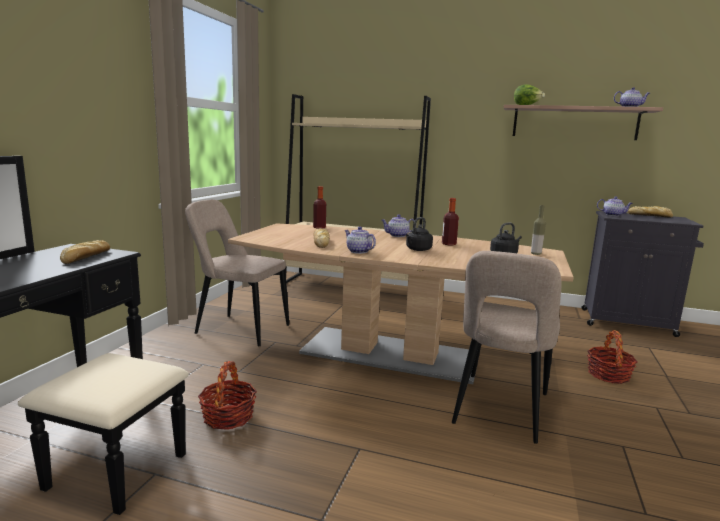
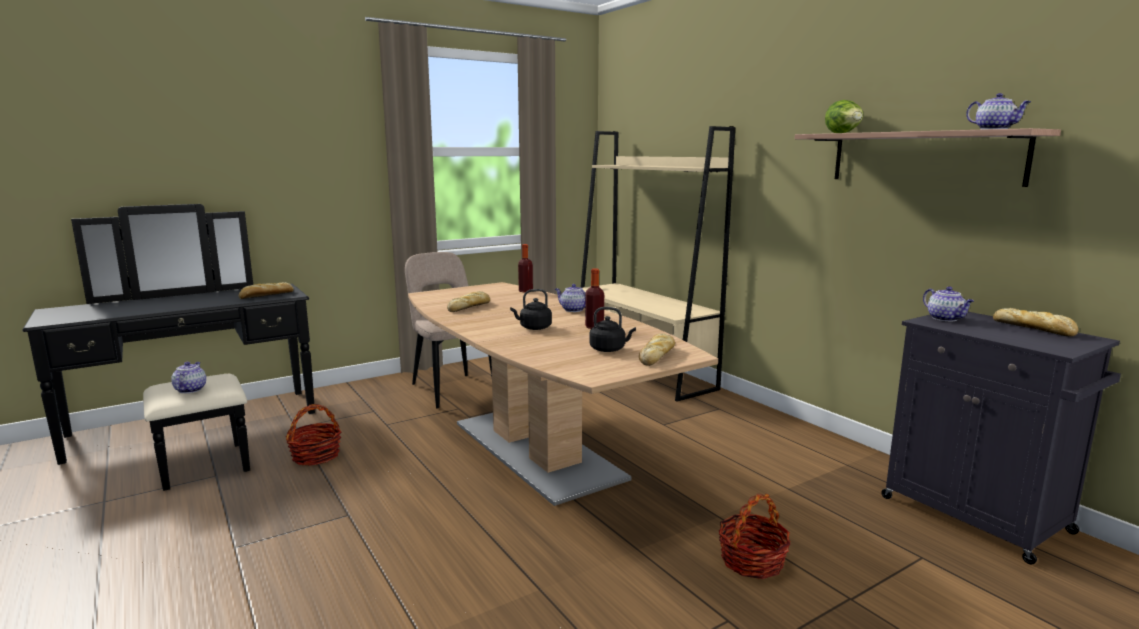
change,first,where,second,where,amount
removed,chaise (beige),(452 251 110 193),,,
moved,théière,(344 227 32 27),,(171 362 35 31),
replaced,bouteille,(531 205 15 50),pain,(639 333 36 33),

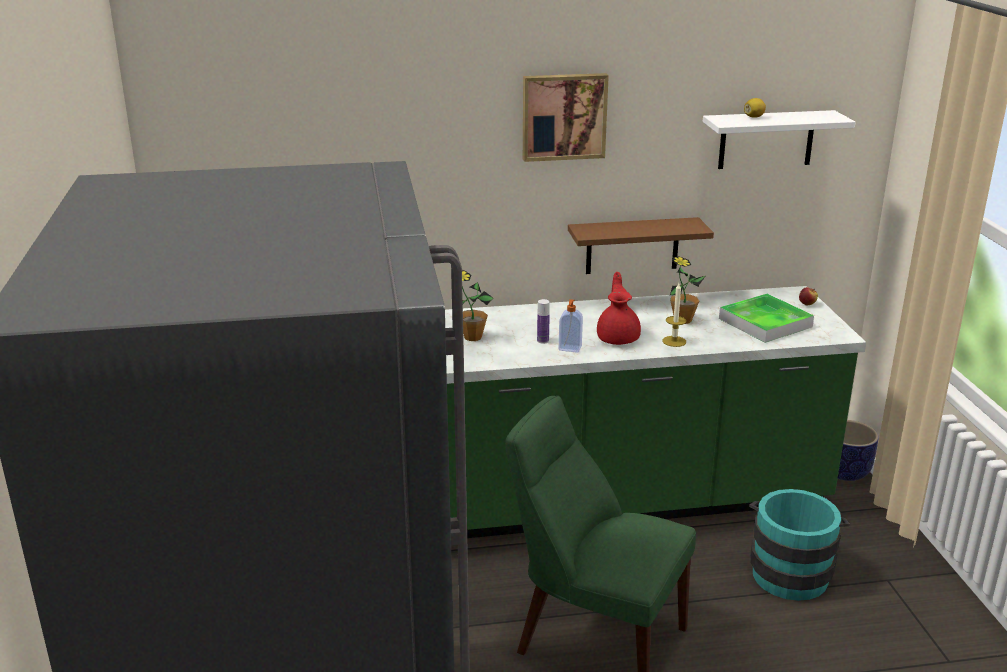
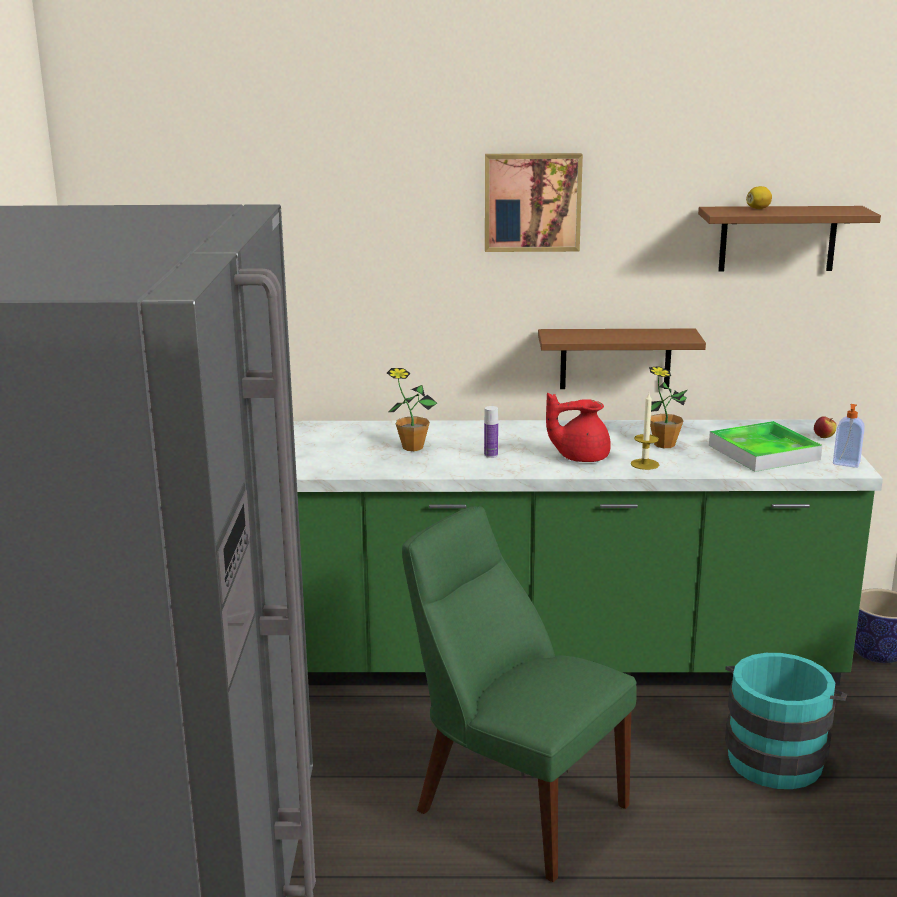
change,first,where,second,where,amount
moved,distributeur de savon,(559 299 24 54),,(833 404 32 64),
recoloured,étagère (blanc),(703 110 152 59),étagère (marron),(698 206 183 65),
turned,théière (rouge),(597 272 44 73),,(546 393 65 69),105 degrees counterclockwise

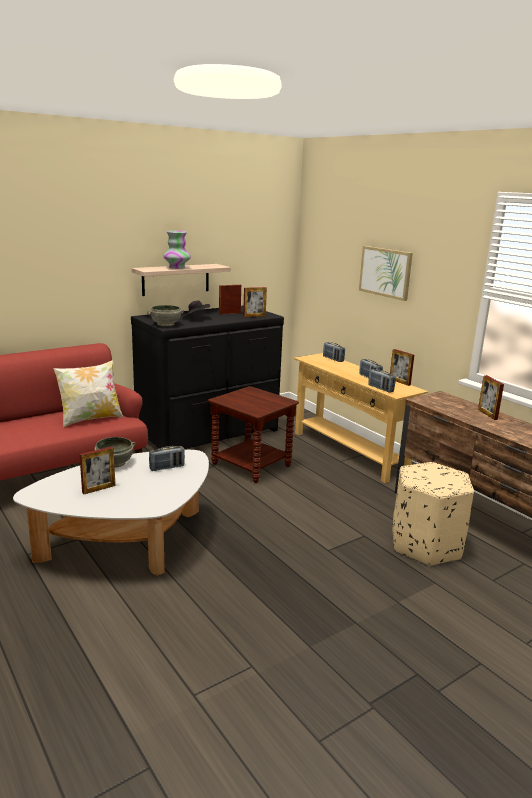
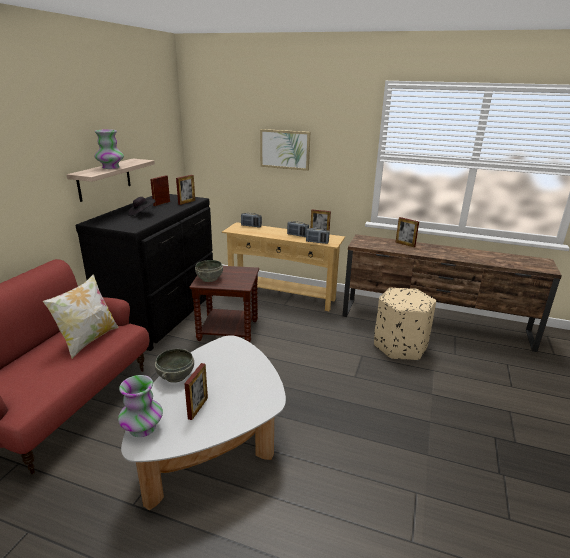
change,first,where,second,where,amount
removed,radio,(149 446 36 25),,,
added,,,vase,(118 375 45 62),
moved,bol (gris),(147 305 37 22),,(195 260 28 22),

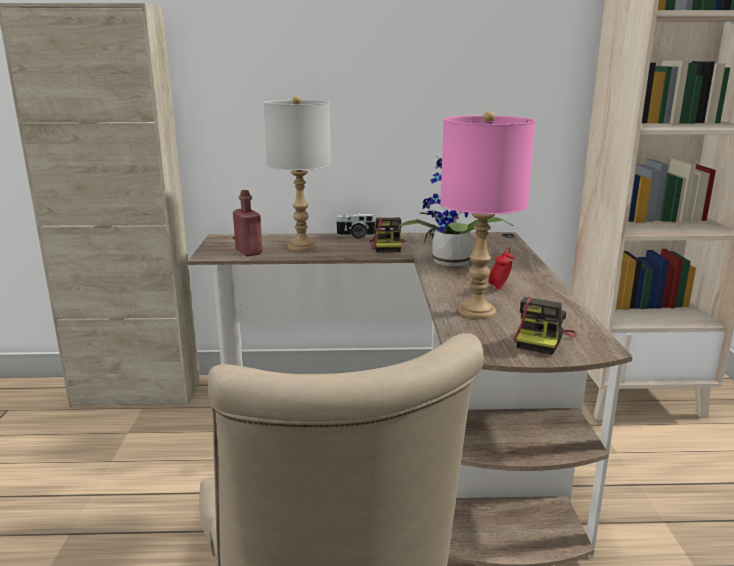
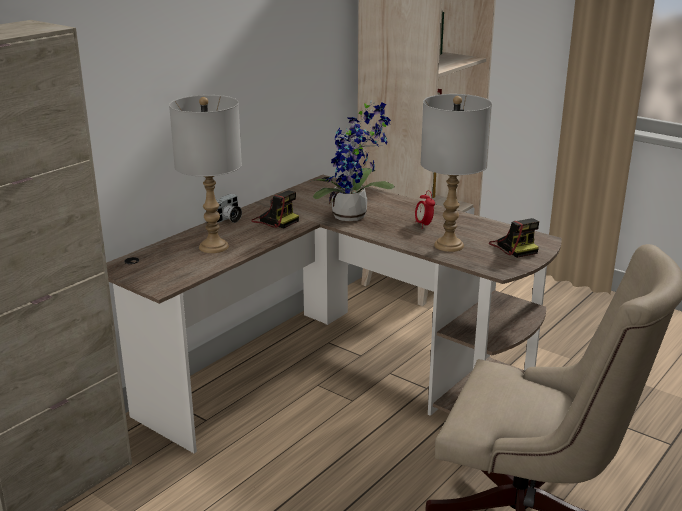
change,first,where,second,where,amount
removed,bouteille (rouge),(233 190 29 67),,,
recoloured,lampe de table (rose),(440 111 96 208),lampe de table (gris),(421 94 71 158),

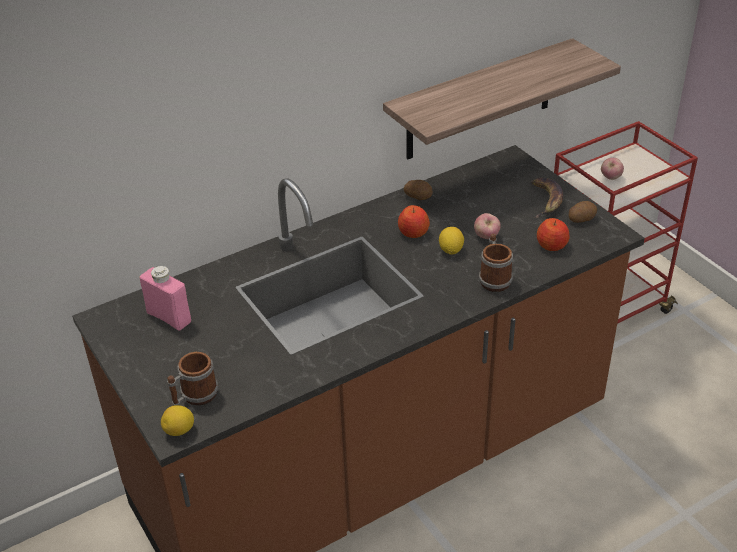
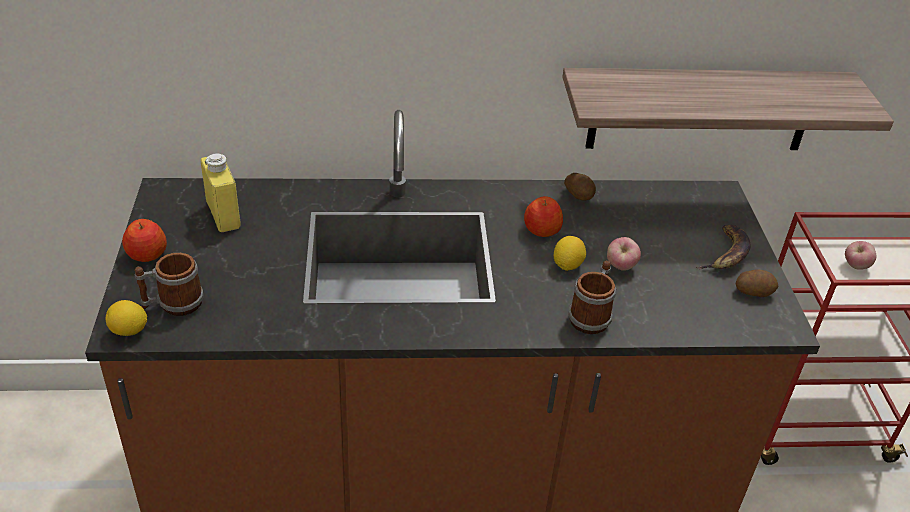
change,first,where,second,where,amount
moved,pomme,(537 218 33 33),,(122 219 45 43),
recoloured,bouteille (rose),(139 266 52 65),bouteille (jaune),(201 153 40 79),

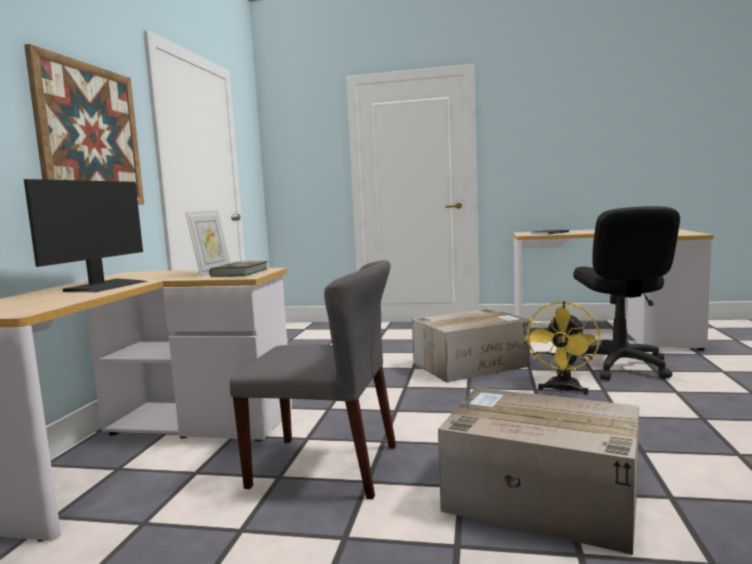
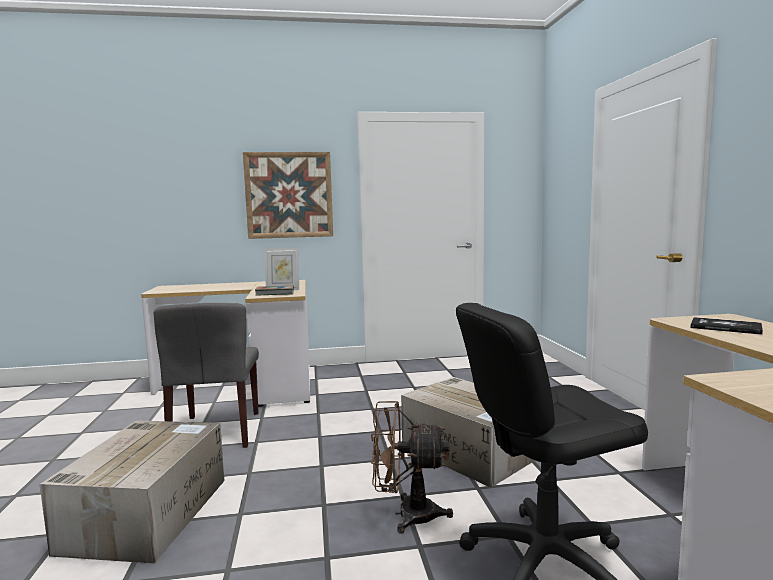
change,first,where,second,where,amount
removed,écran d'ordinateur,(24 179 123 113),,,
recoloured,ventilateur (jaune),(525 301 75 94),ventilateur (marron),(371 401 82 132),

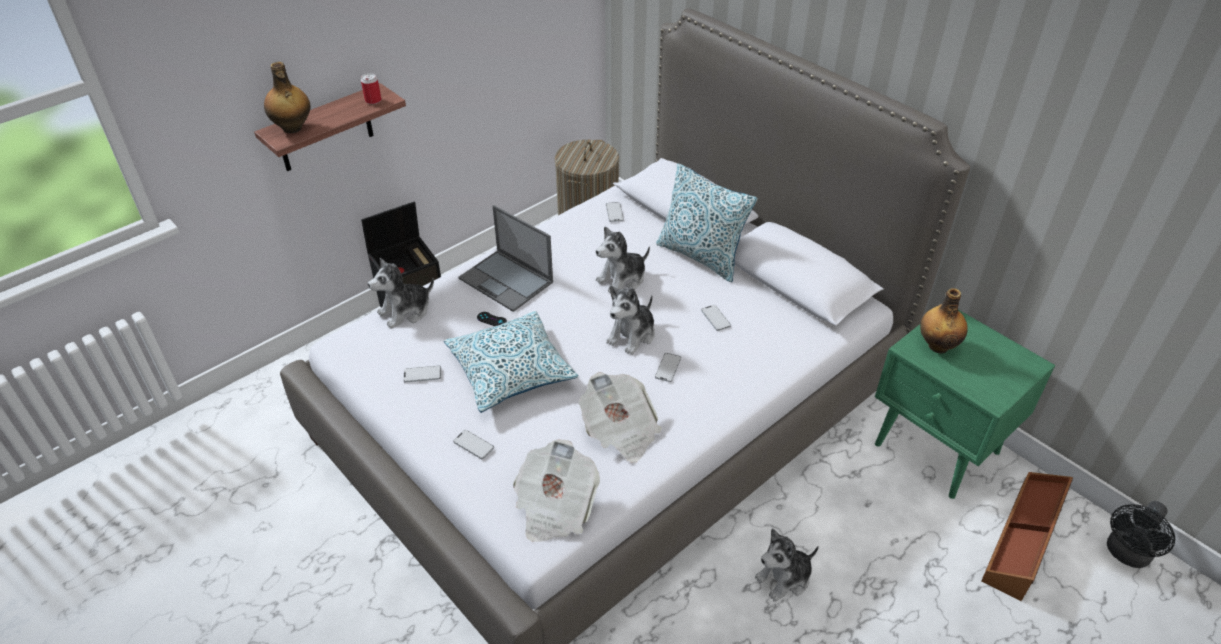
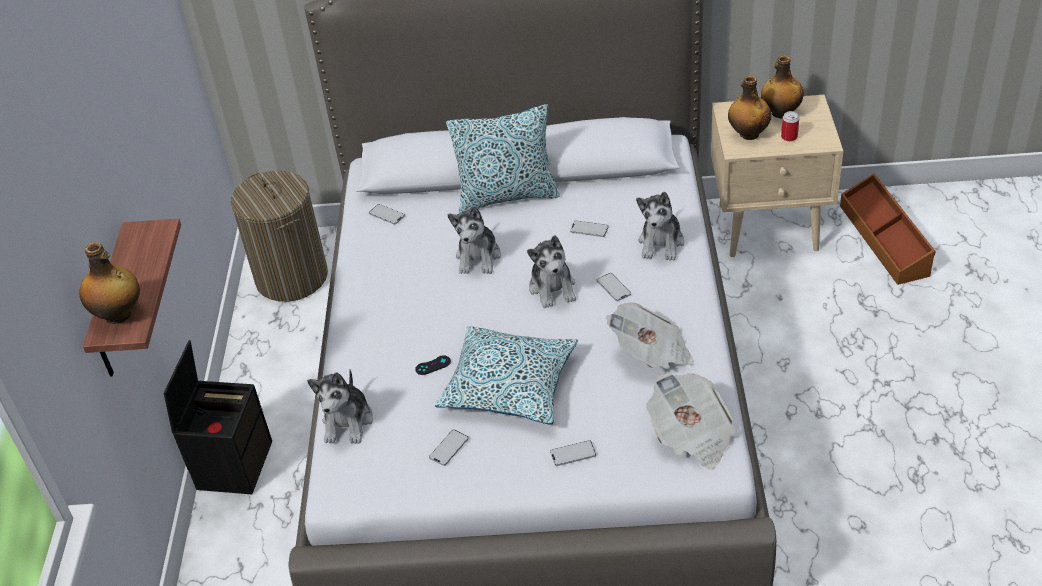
change,first,where,second,where,amount
removed,ordinateur portable,(458 205 95 107),,,
removed,ventilateur (noir),(1107 501 68 67),,,
added,,,bouteille,(761 55 43 64),
moved,boîte métallique,(361 73 20 31),,(781 111 18 30),
moved,peluche,(755 528 64 74),,(636 192 48 69),
recoloured,table de chevet (vert),(875 310 180 189),table de chevet (beige),(711 95 133 162),

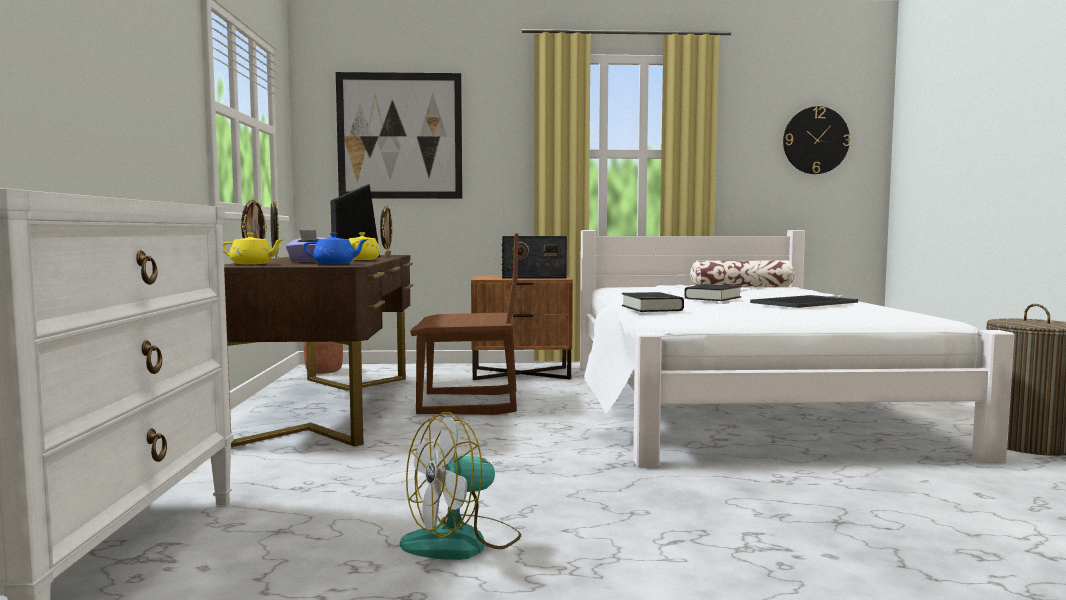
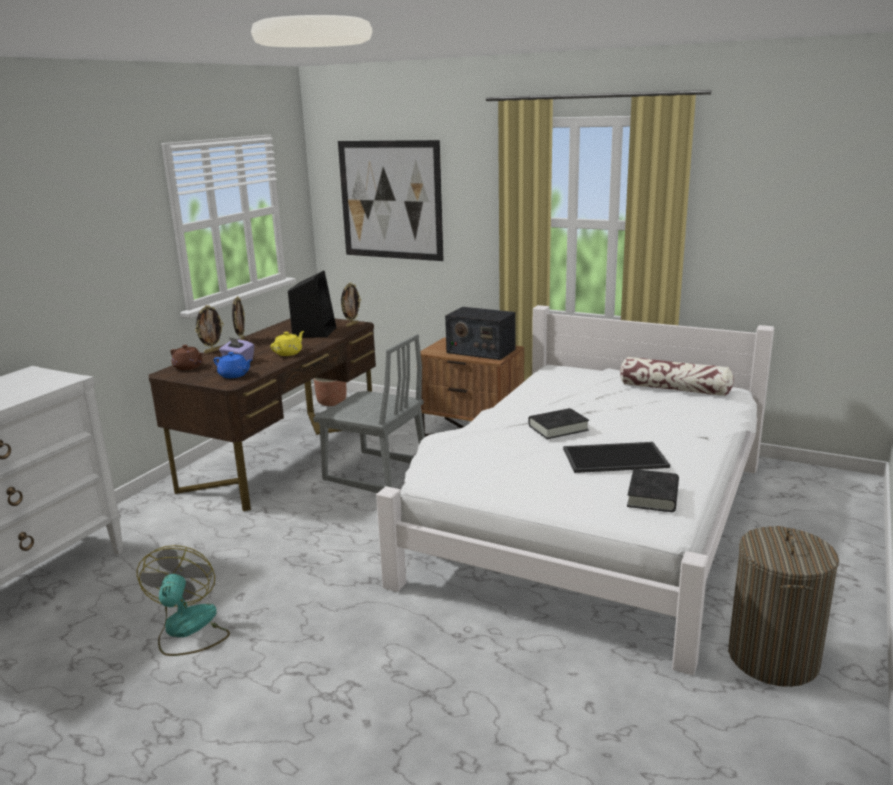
change,first,where,second,where,amount
removed,horloge murale,(783 106 67 68),,,
moved,livre (noir),(622 292 62 20),,(627 469 52 43),
recoloured,théière (jaune),(223 233 61 31),théière (marron),(170 345 33 25),
recoloured,chaise (marron),(410 233 109 182),chaise (gris),(313 334 112 159),
turned,ventilateur,(400 412 121 148),,(137 545 93 111),90 degrees clockwise

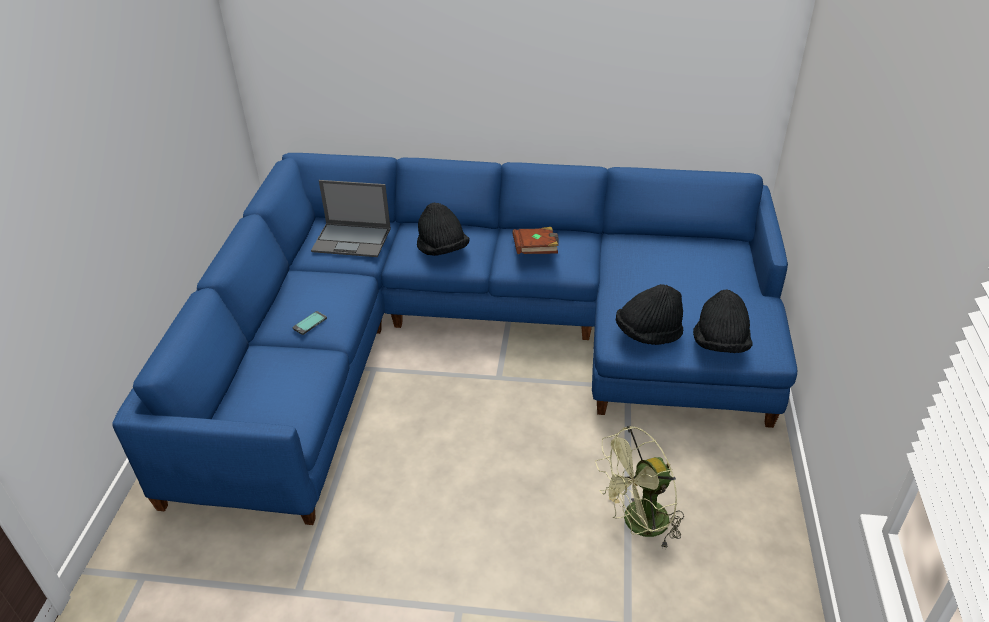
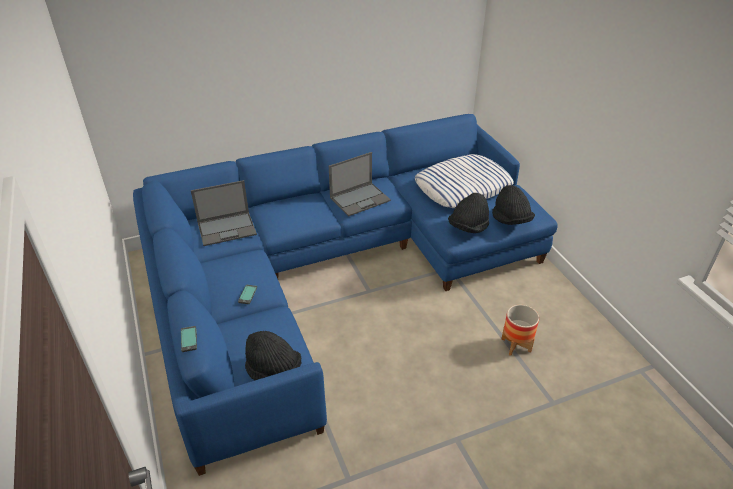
change,first,where,second,where,amount
added,,,téléphone,(181 326 16 26),
added,,,coussin,(415 154 99 54),
moved,chapeau (noir),(417 203 53 53),,(245 331 57 49),
replaced,livre (marron),(512 227 47 27),ordinateur portable,(329 152 62 64),
replaced,ventilateur (vert),(595 426 89 124),cache-pot,(501 305 38 51),

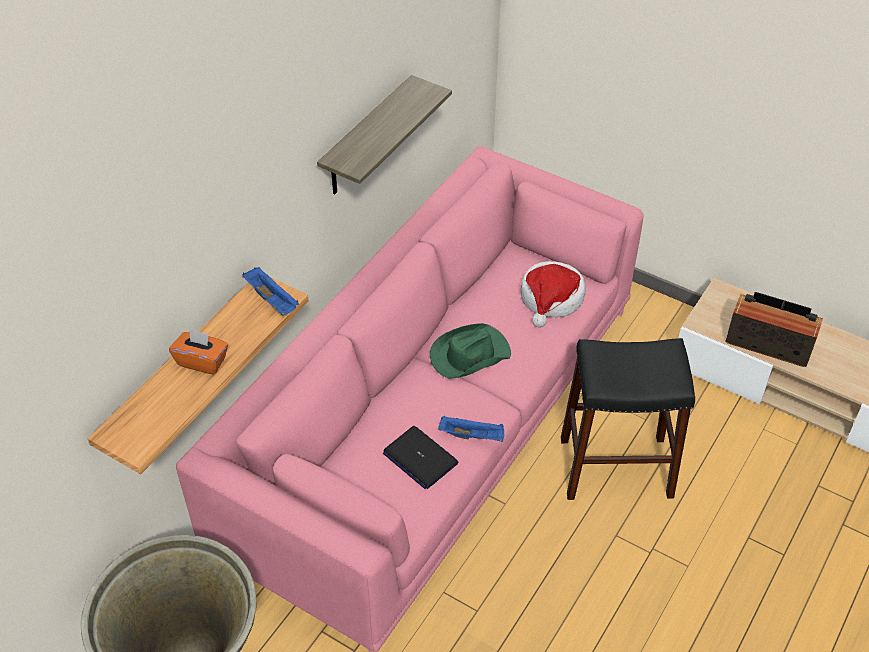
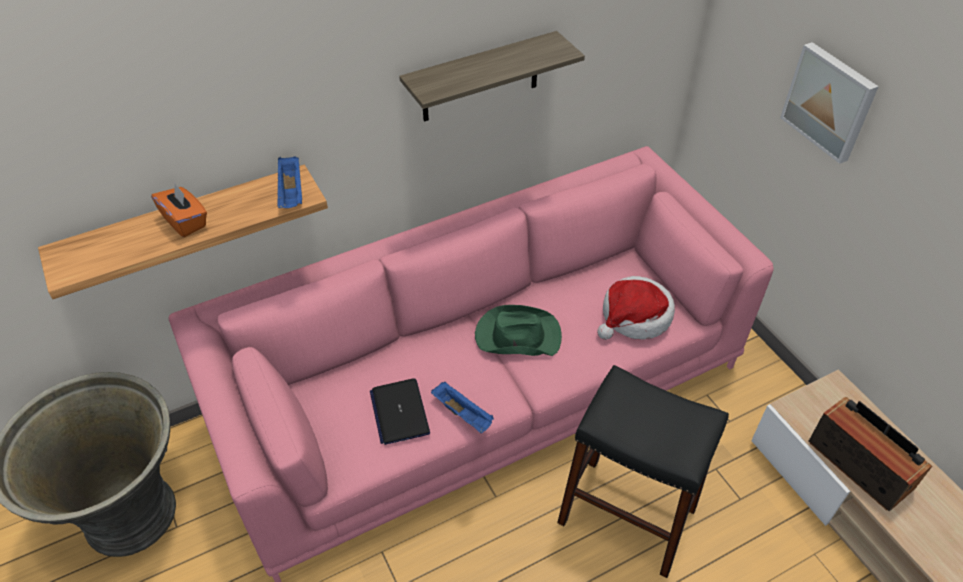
change,first,where,second,where,amount
added,,,tableau,(780 42 99 122),

